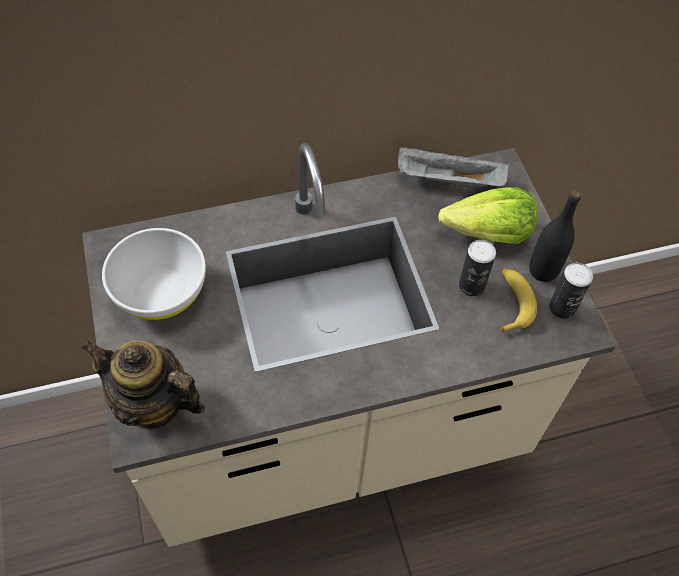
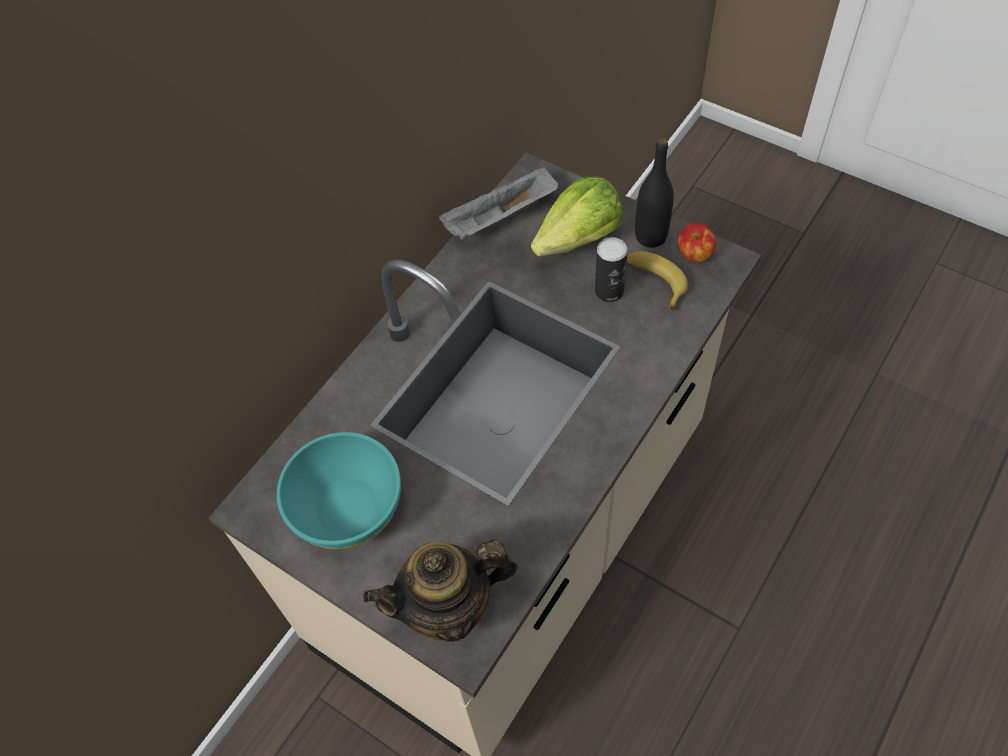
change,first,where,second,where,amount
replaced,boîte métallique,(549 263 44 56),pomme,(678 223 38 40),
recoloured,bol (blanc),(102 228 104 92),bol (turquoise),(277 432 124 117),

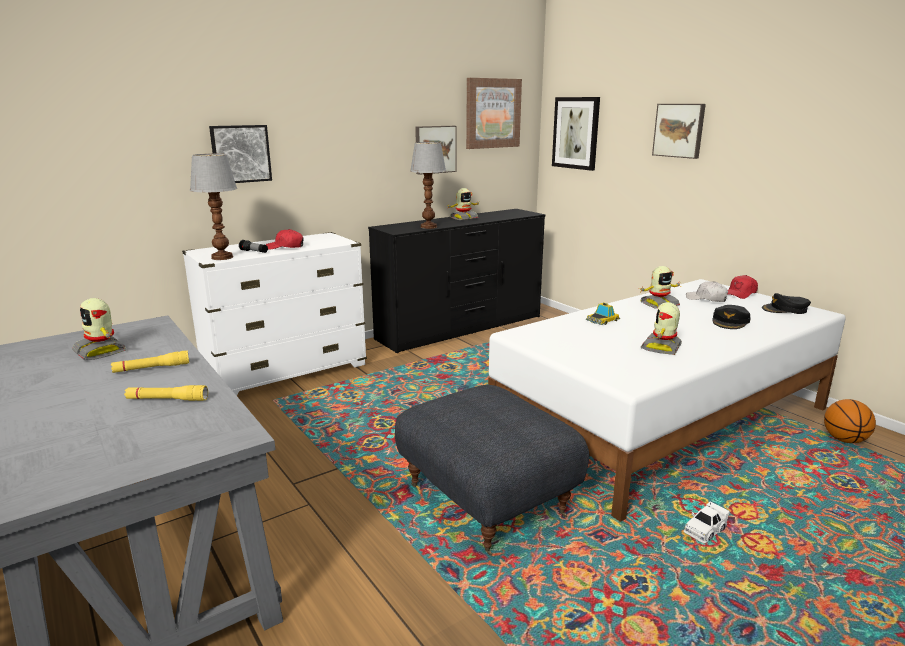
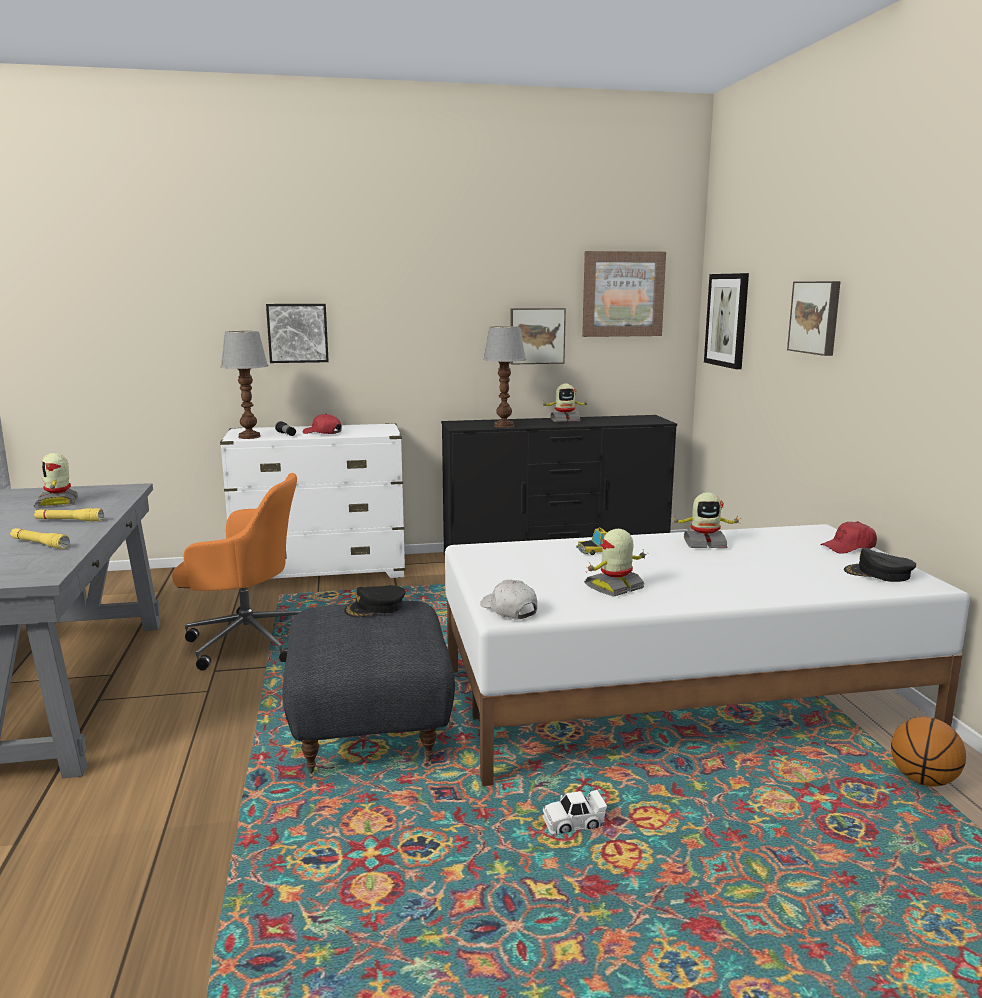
change,first,where,second,where,amount
added,,,chaise de bureau (orange),(172 473 129 198),
moved,casquette (blanc),(686 281 42 21),,(480 580 57 40),
moved,casquette (noir),(712 305 39 24),,(344 585 61 32),

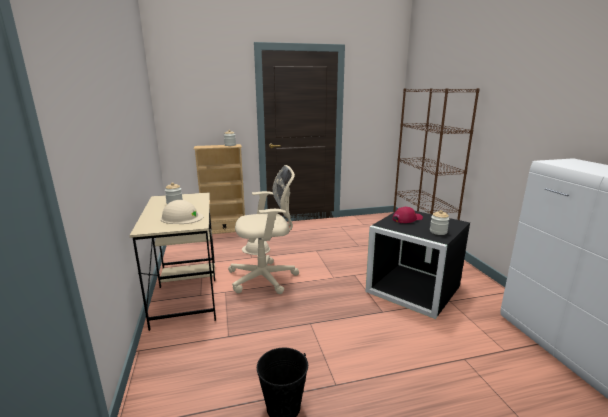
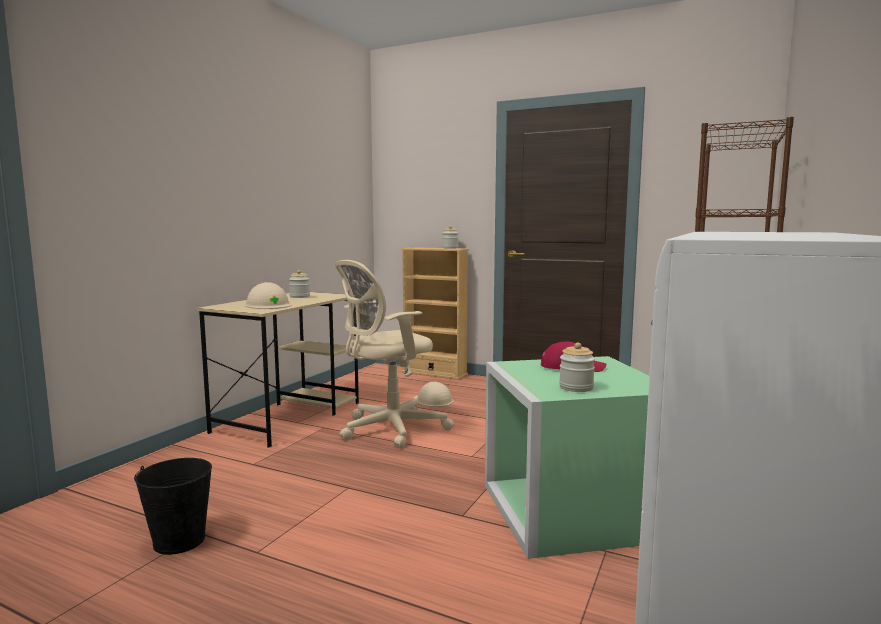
change,first,where,second,where,amount
recoloured,boîte de rangement (noir),(365 211 105 108),boîte de rangement (vert),(485 356 164 203),
turned,chaise de bureau (beige),(228 165 71 129),,(335 260 119 188),120 degrees clockwise

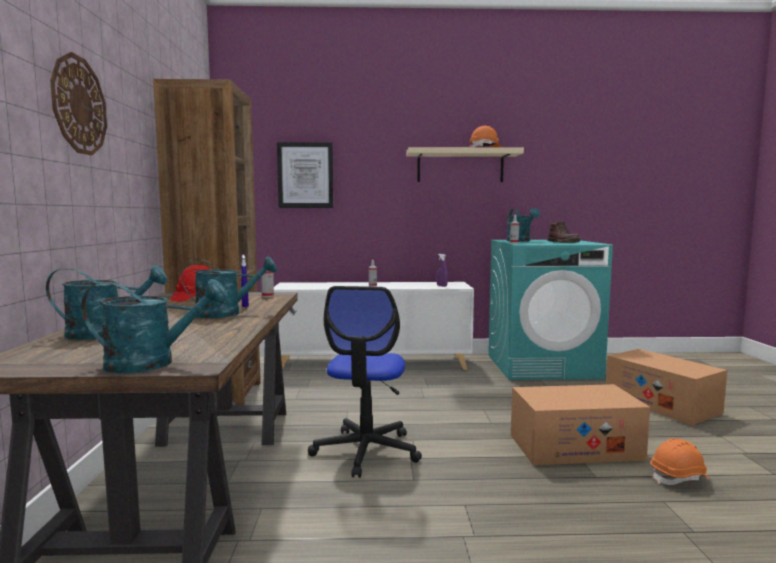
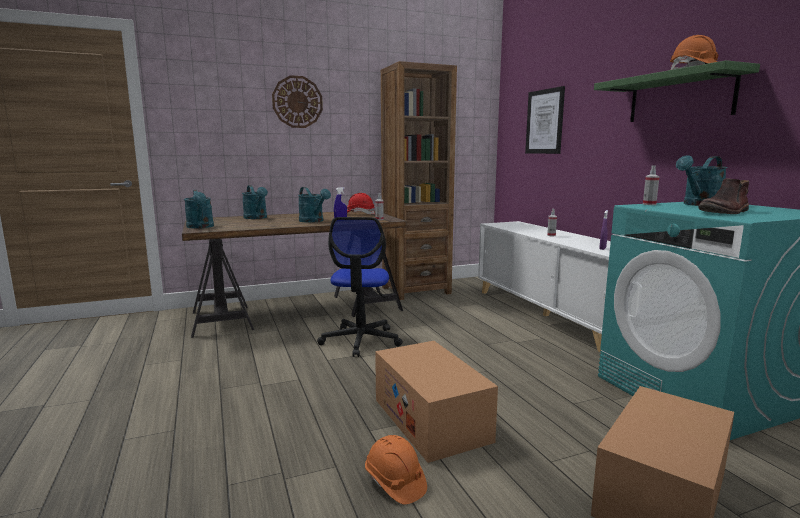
change,first,where,second,where,amount
recoloured,étagère (beige),(406 147 118 35),étagère (vert),(594 60 166 62),
turned,chaise de bureau,(308 286 114 192),,(317 217 86 140),75 degrees counterclockwise

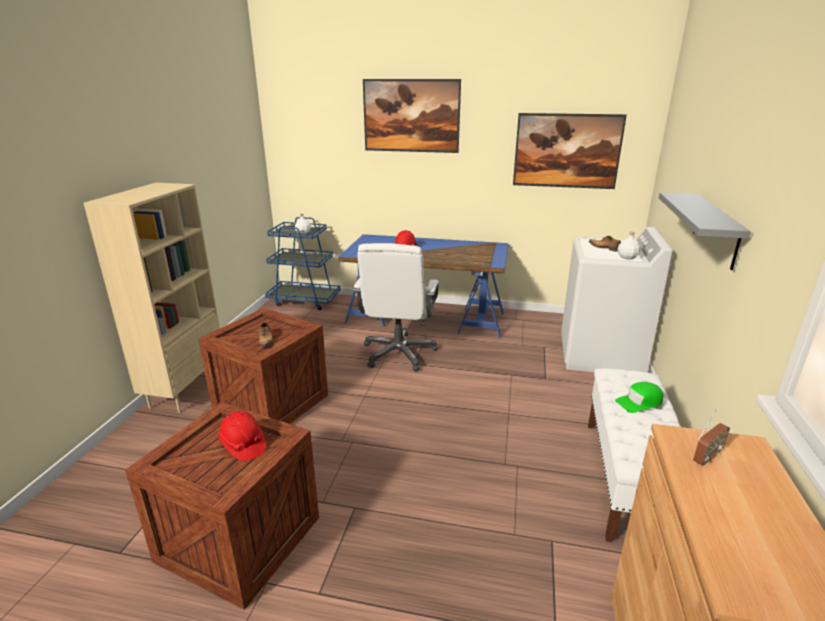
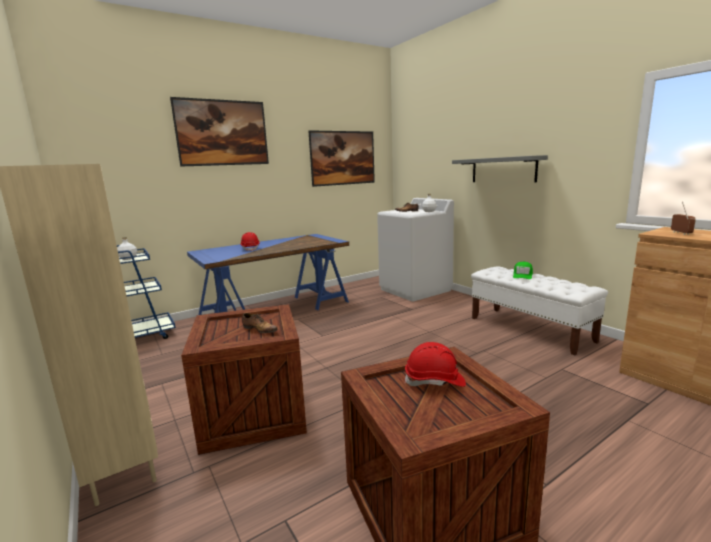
change,first,where,second,where,amount
removed,chaise de bureau (blanc),(353 243 86 128),,,

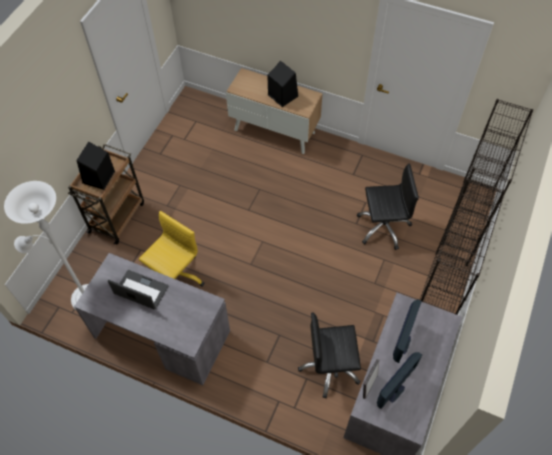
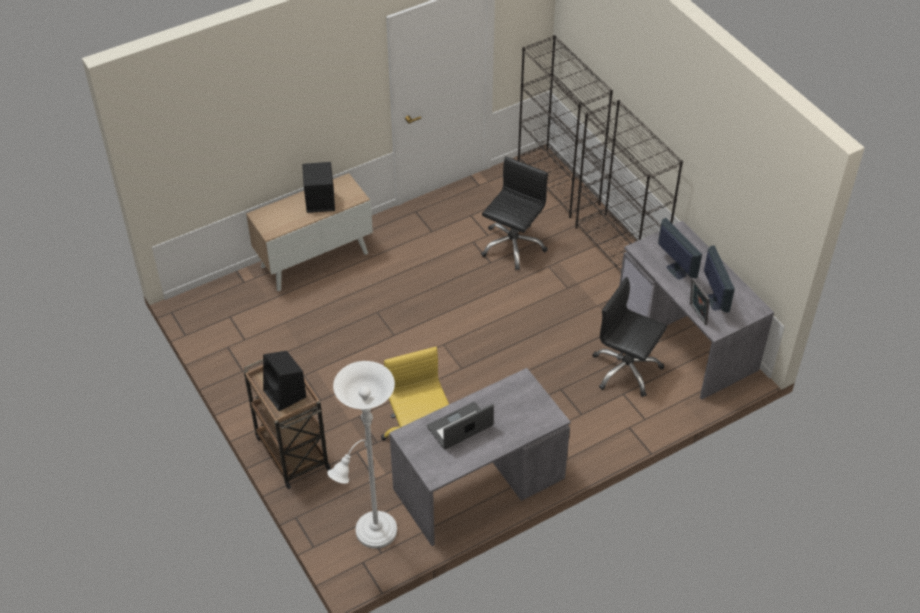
change,first,where,second,where,amount
turned,chaise de bureau (noir),(298 312 63 86),,(593 277 74 120),90 degrees clockwise

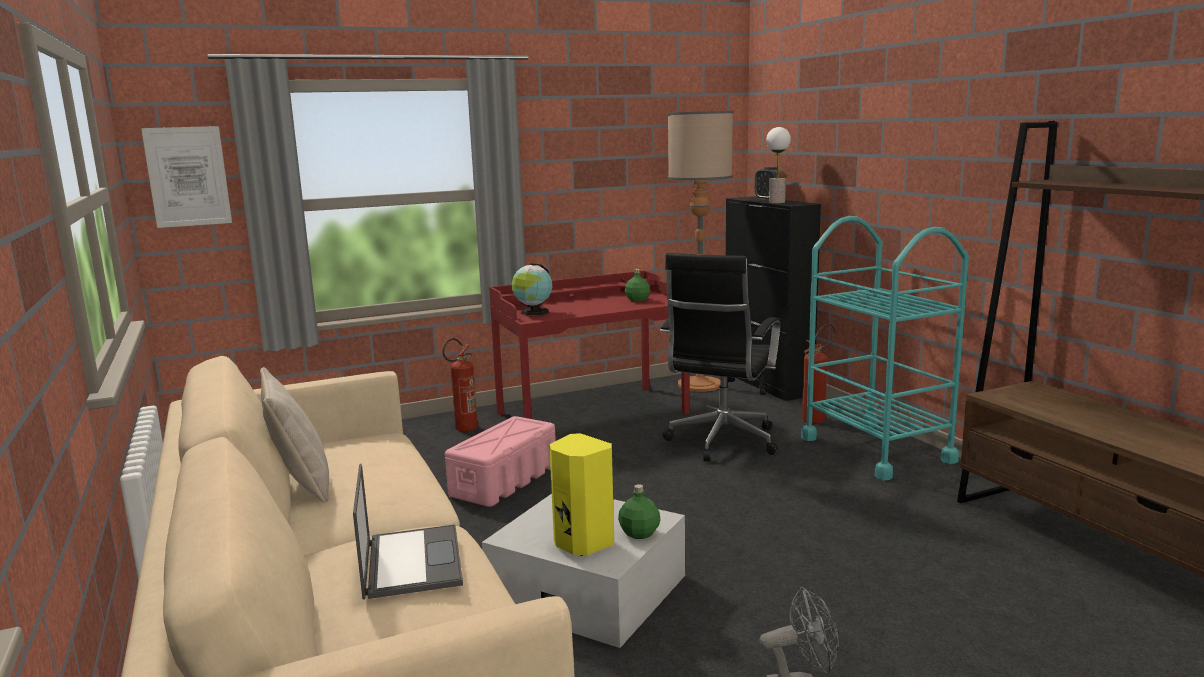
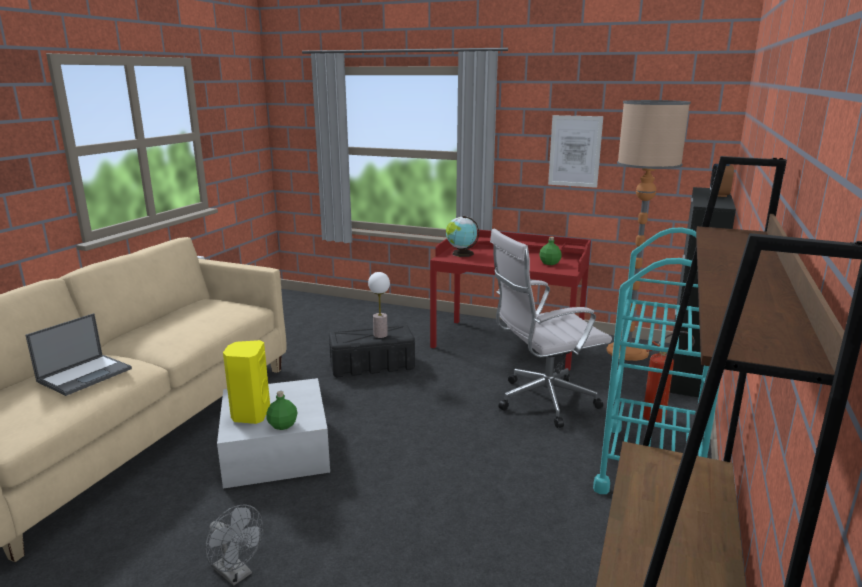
change,first,where,second,where,amount
removed,coussin (beige),(260 367 69 136),,,
removed,extincteur,(442 338 35 93),,,
moved,tableau,(141 126 91 102),,(548 115 55 73),
moved,lampe de table,(766 127 25 77),,(368 272 22 66),
recoloured,boîte de rangement (rose),(445 416 111 91),boîte de rangement (noir),(329 324 86 53),
recoloured,chaise de bureau (noir),(660 253 120 209),chaise de bureau (blanc),(490 229 122 199),

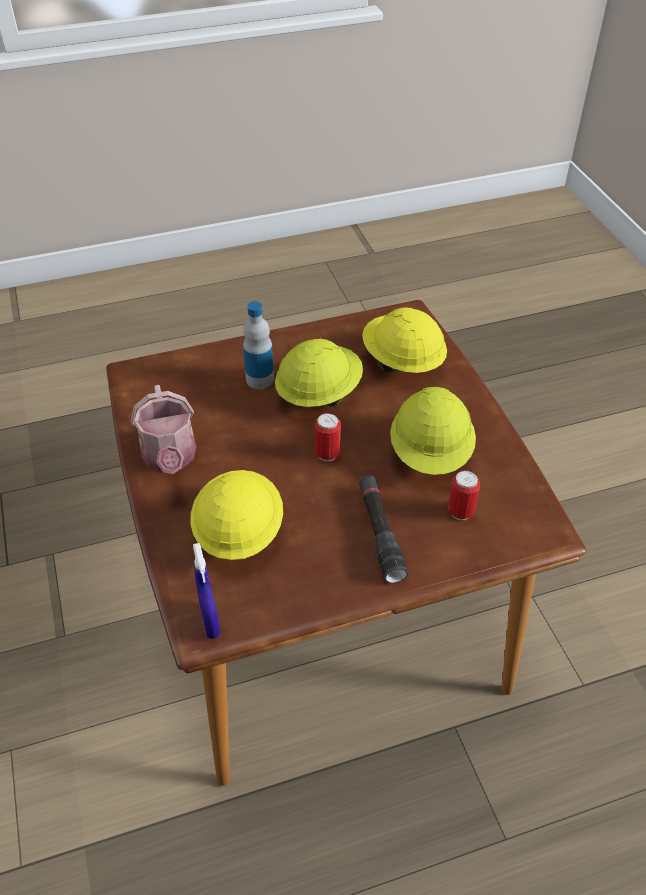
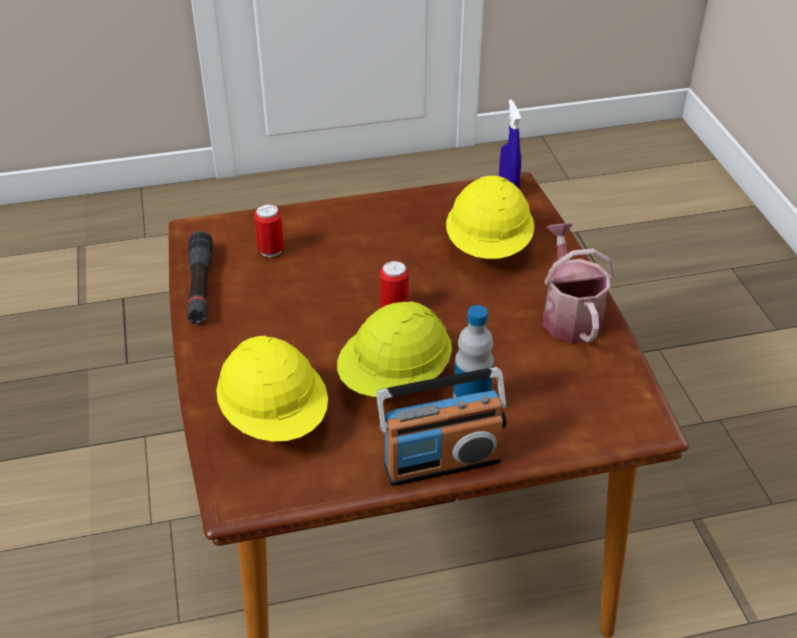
change,first,where,second,where,amount
removed,casque de chantier (jaune),(390 387 86 88),,,
added,,,radio,(376 367 131 119),
moved,lampe de poche (noir),(359 476 49 107),,(187 231 26 93),

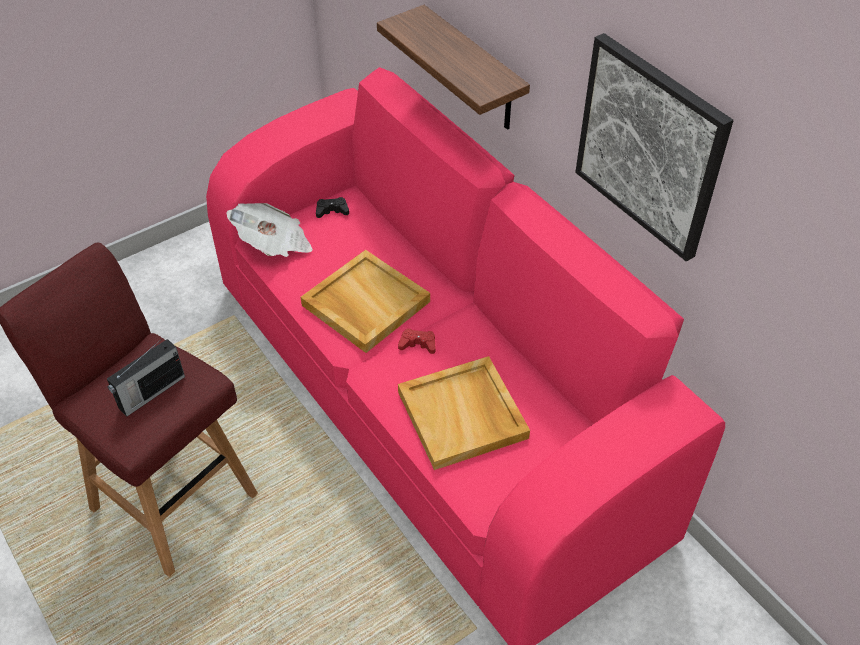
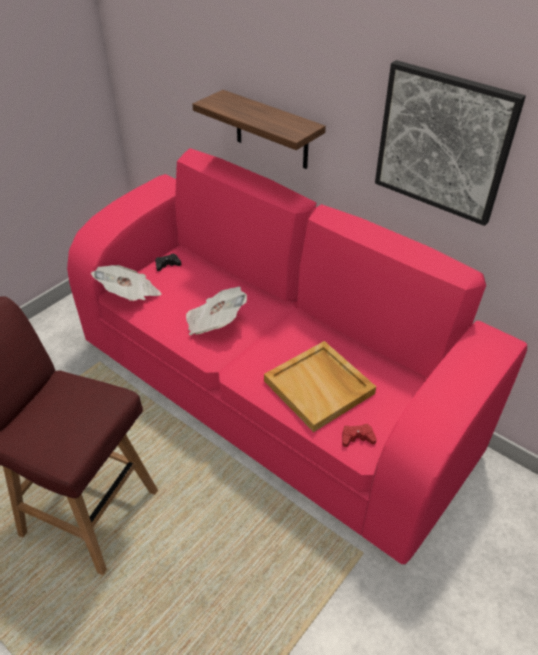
change,first,where,second,where,amount
removed,radio,(107 339 78 77),,,
moved,manette (rouge),(398 328 38 26),,(342 424 35 23),
replaced,plateau (beige),(301 250 129 103),journal,(186 287 61 49),

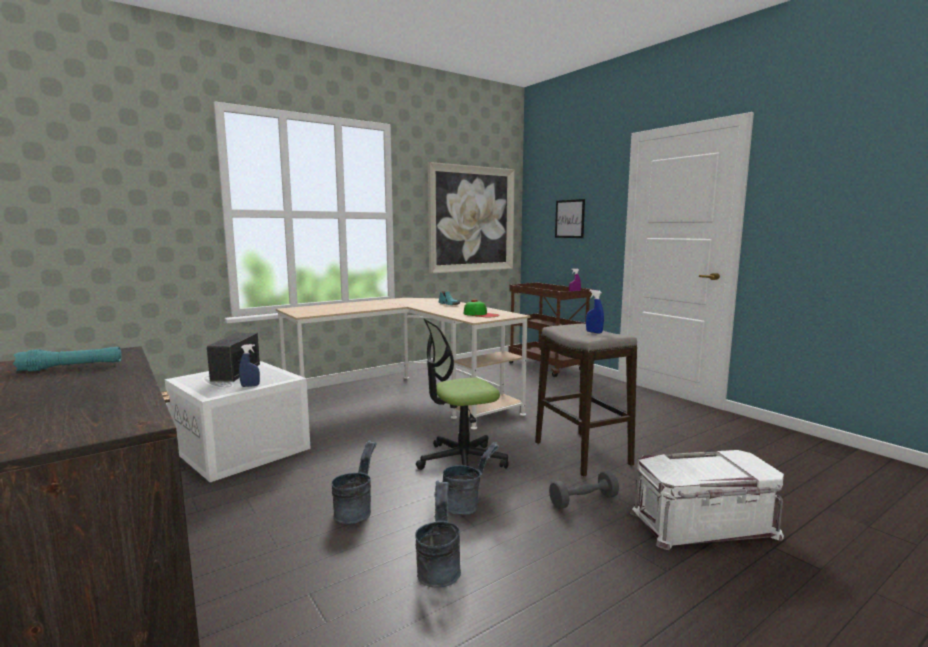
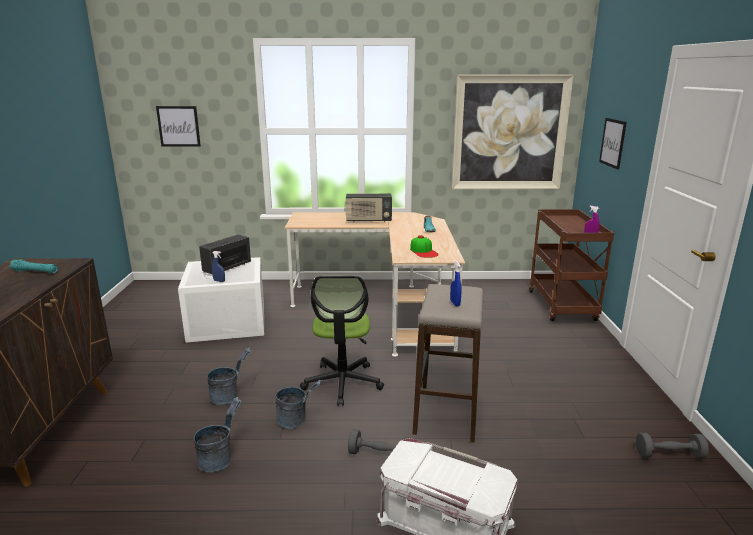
change,first,where,second,where,amount
added,,,tableau,(156 106 45 41),
added,,,radio,(345 193 47 29),
added,,,haltère (gris),(636 433 73 26),
turned,chaise de bureau,(416 318 93 152),,(300 276 84 130),105 degrees counterclockwise

